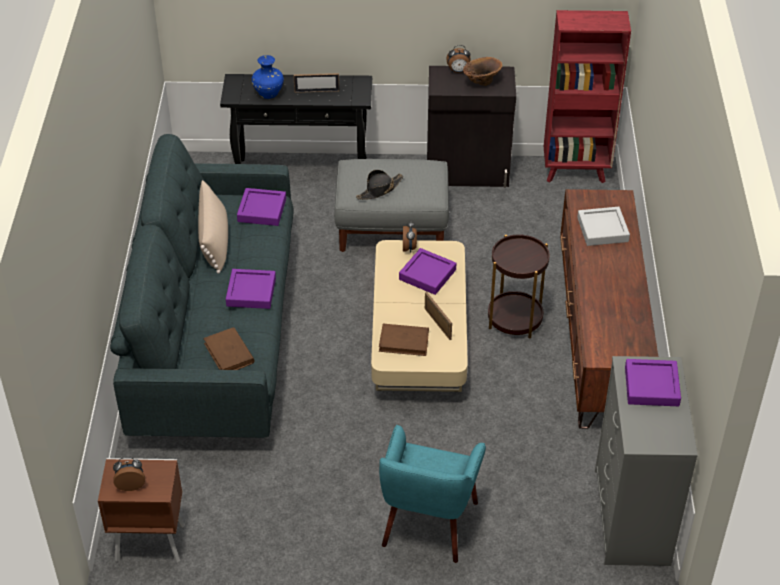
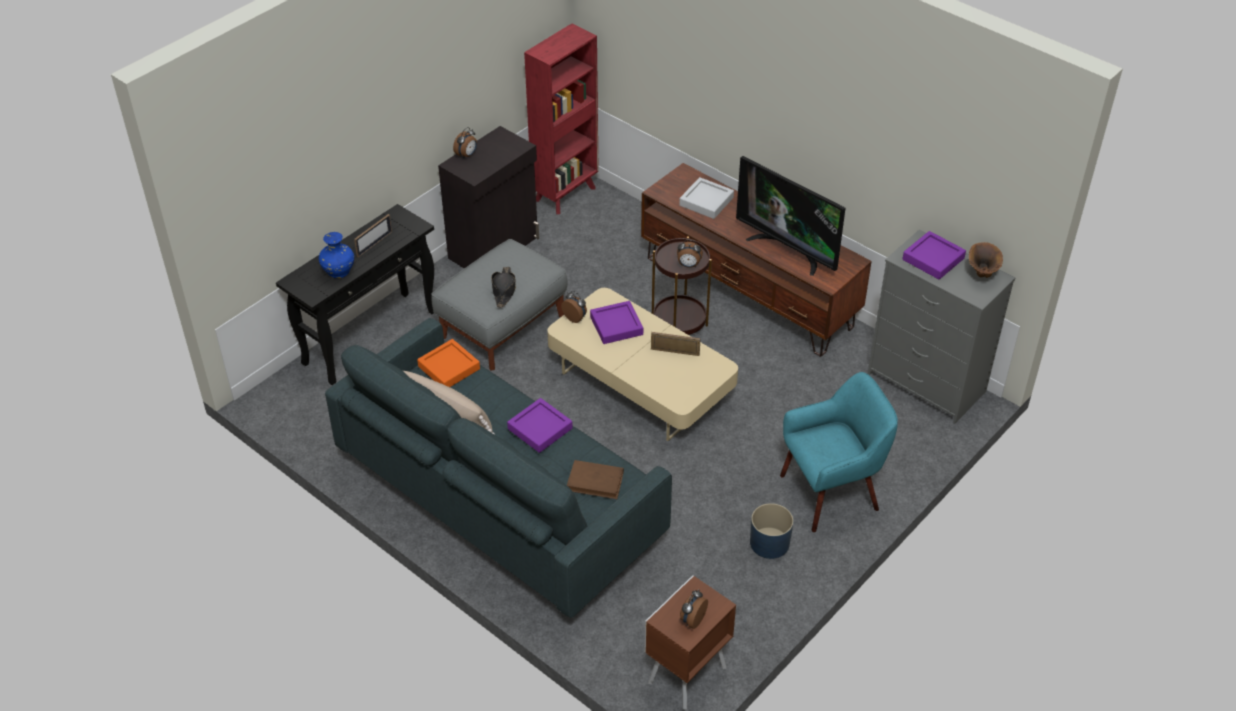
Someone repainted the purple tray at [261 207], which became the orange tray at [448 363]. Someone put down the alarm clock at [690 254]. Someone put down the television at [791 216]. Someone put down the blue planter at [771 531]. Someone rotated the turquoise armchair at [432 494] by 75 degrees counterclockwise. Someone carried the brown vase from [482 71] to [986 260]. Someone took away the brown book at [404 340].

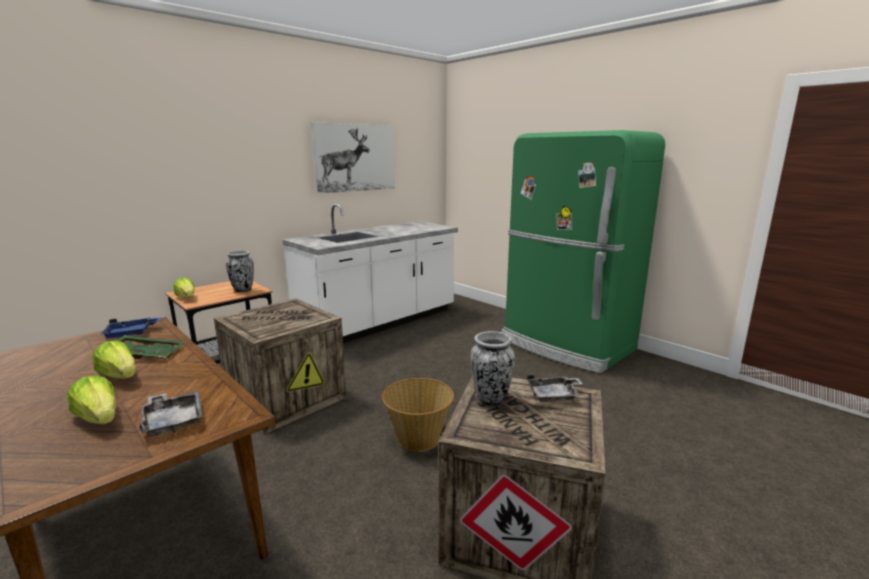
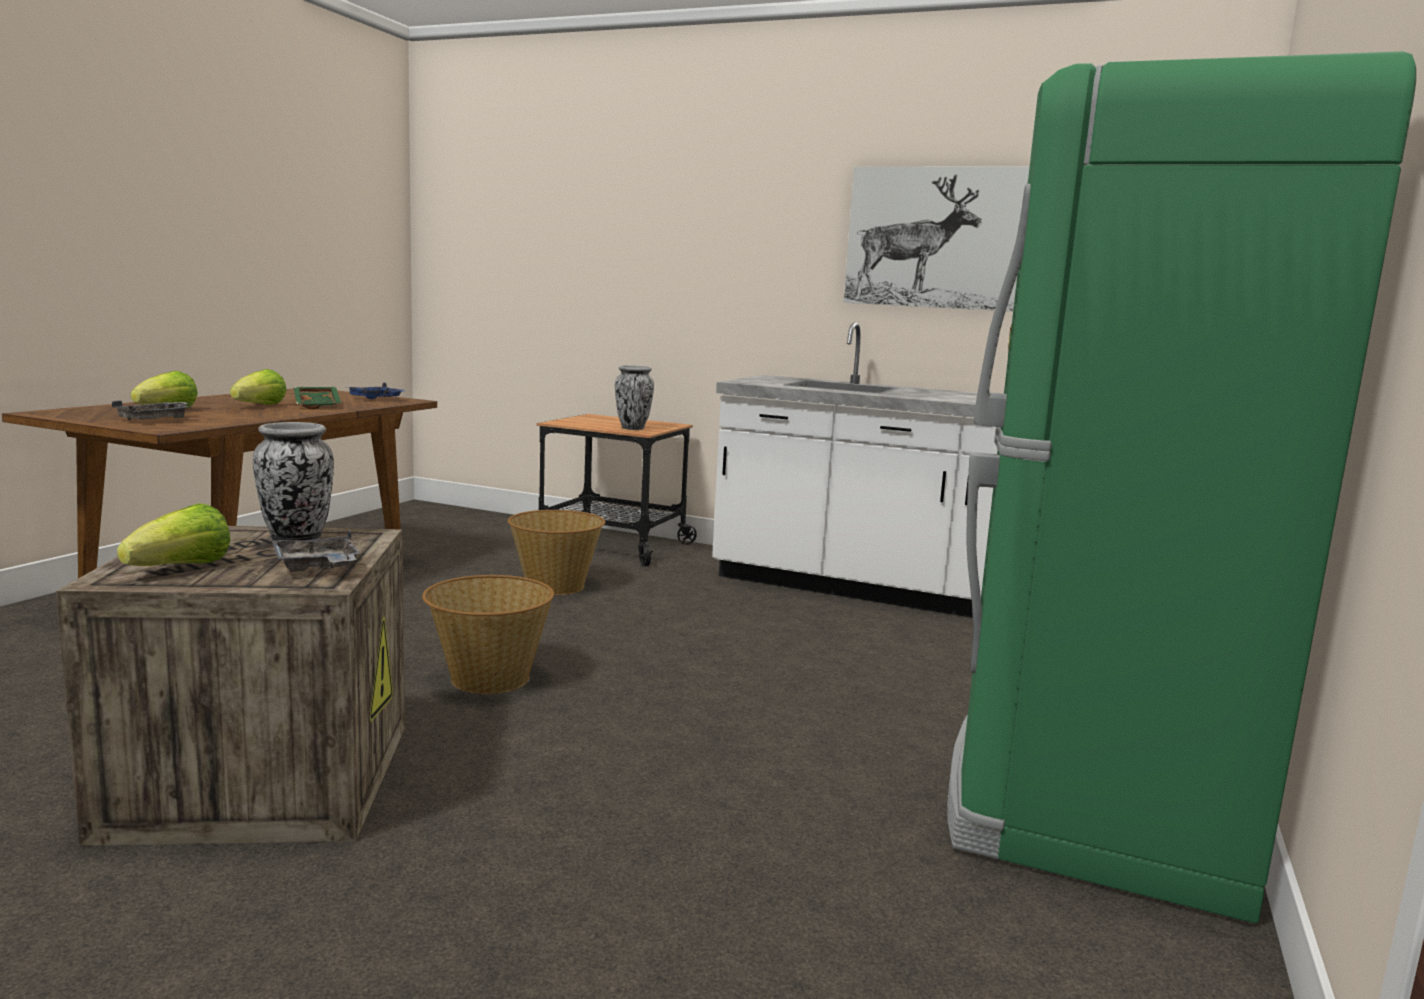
Someone carried the lettuce from [183 287] to [174 534]. Someone swapped the crate at [280 366] for the basket at [556 552].

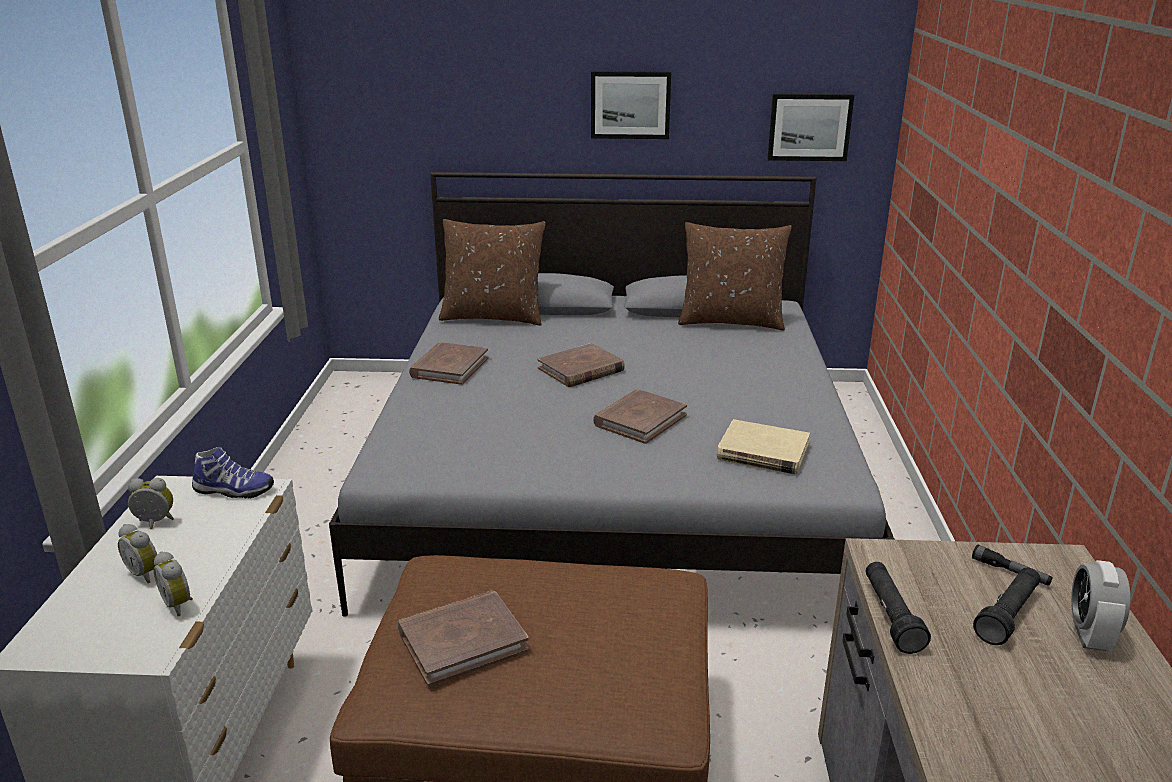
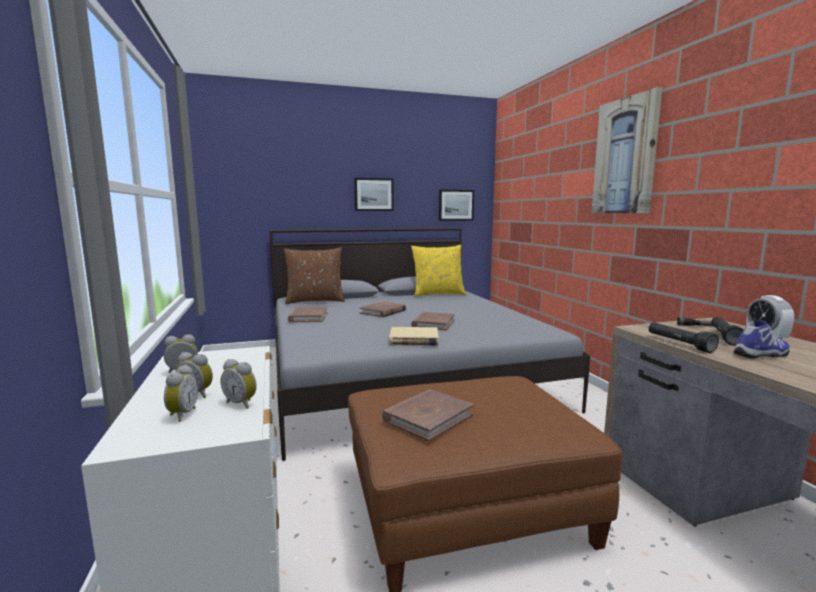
Someone put down the alarm clock at [181 393]. Someone carried the beige book from [763 446] to [414 336]. Someone repainted the brown pillow at [735 276], which became the yellow pillow at [438 270]. Someone put up the picture at [626 150]. Someone carried the shoe from [233 473] to [761 339].

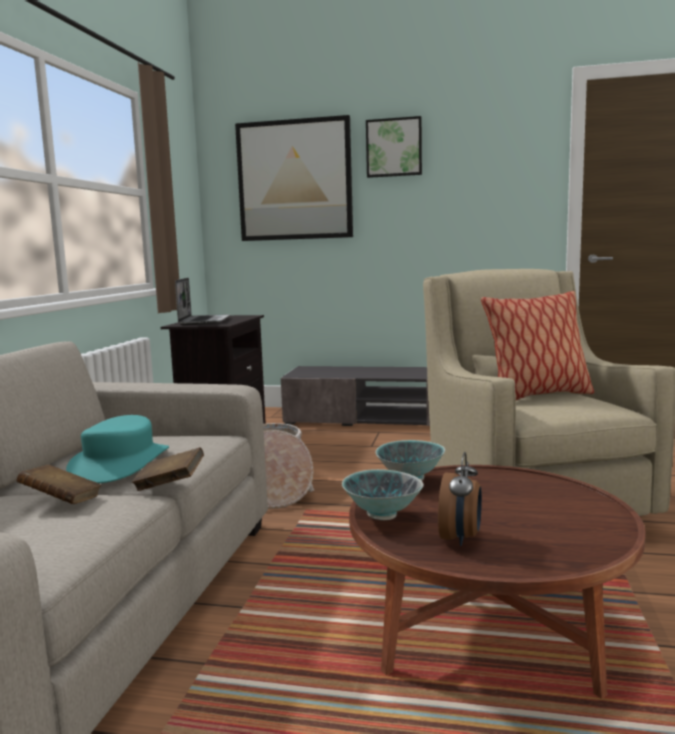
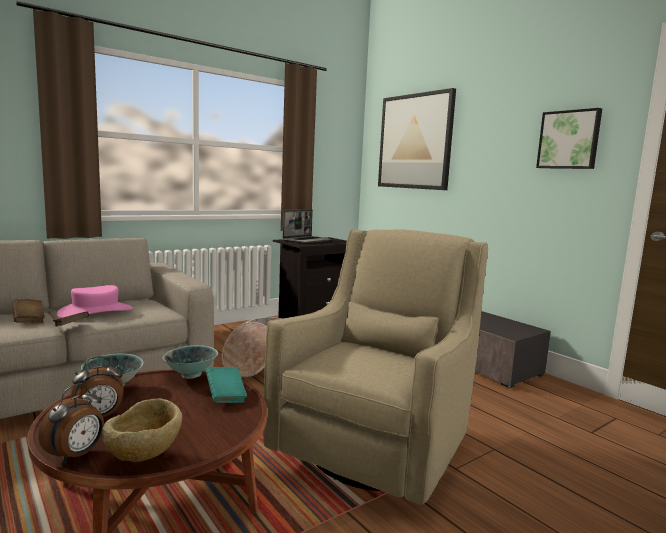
Someone put down the alarm clock at [71 423]. Someone repainted the turquoise hat at [117 449], which became the pink hat at [94 301]. Someone put down the beige bowl at [142 430]. Someone put down the turquoise book at [226 385]. Someone carried the picture from [394 147] to [569 138]. Someone took away the pillow at [537 345].

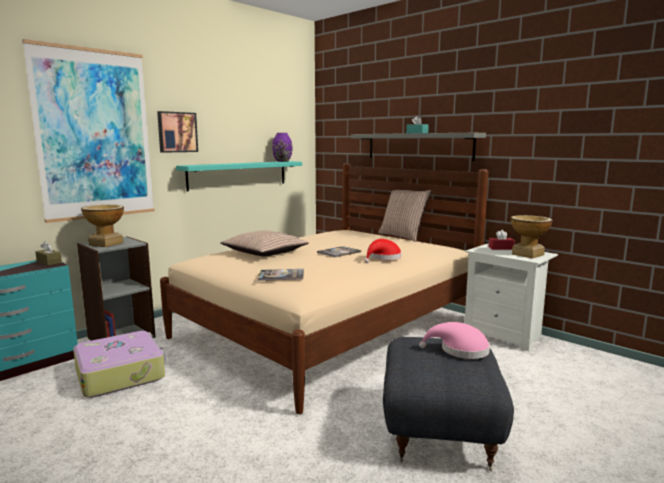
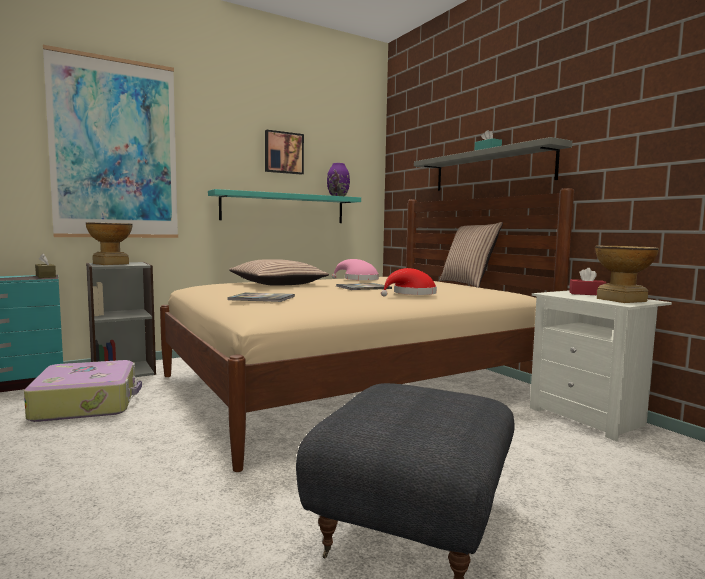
Someone carried the picture from [177 132] to [284 152]. Someone carried the pink hat from [454 340] to [355 269].

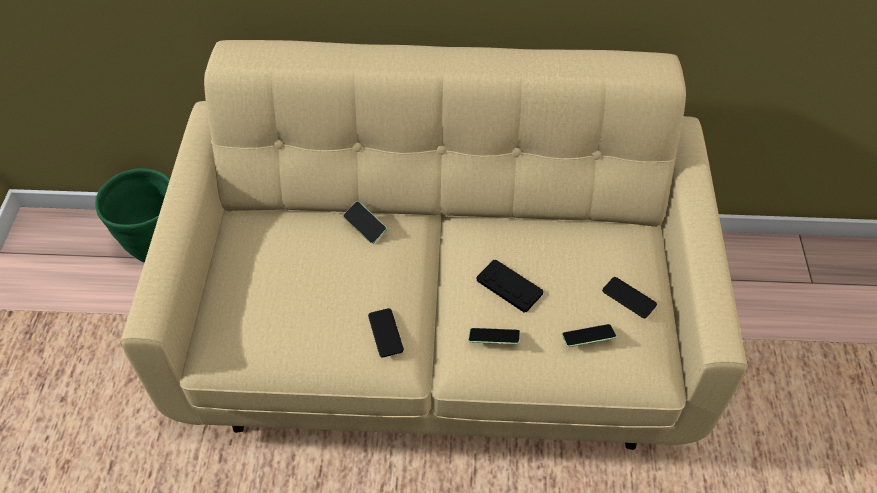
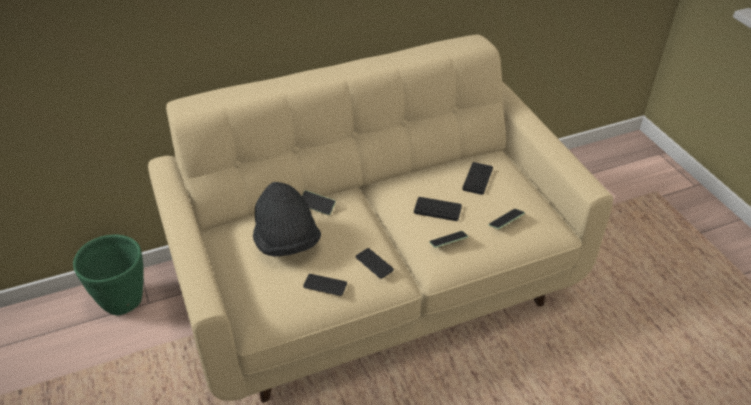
Someone put down the black hat at [287 219]. Someone carried the phone from [629 297] to [325 285]. Someone put down the black game controller at [477 178].

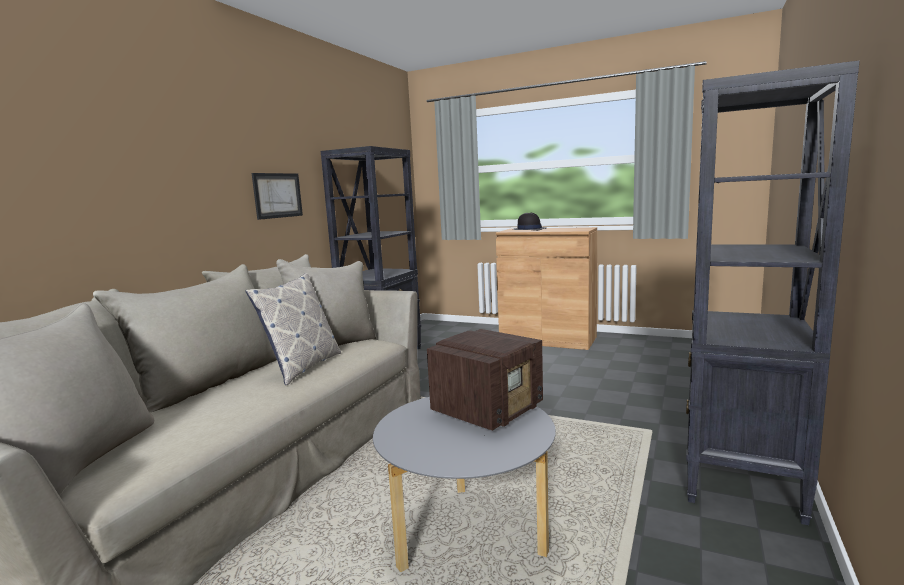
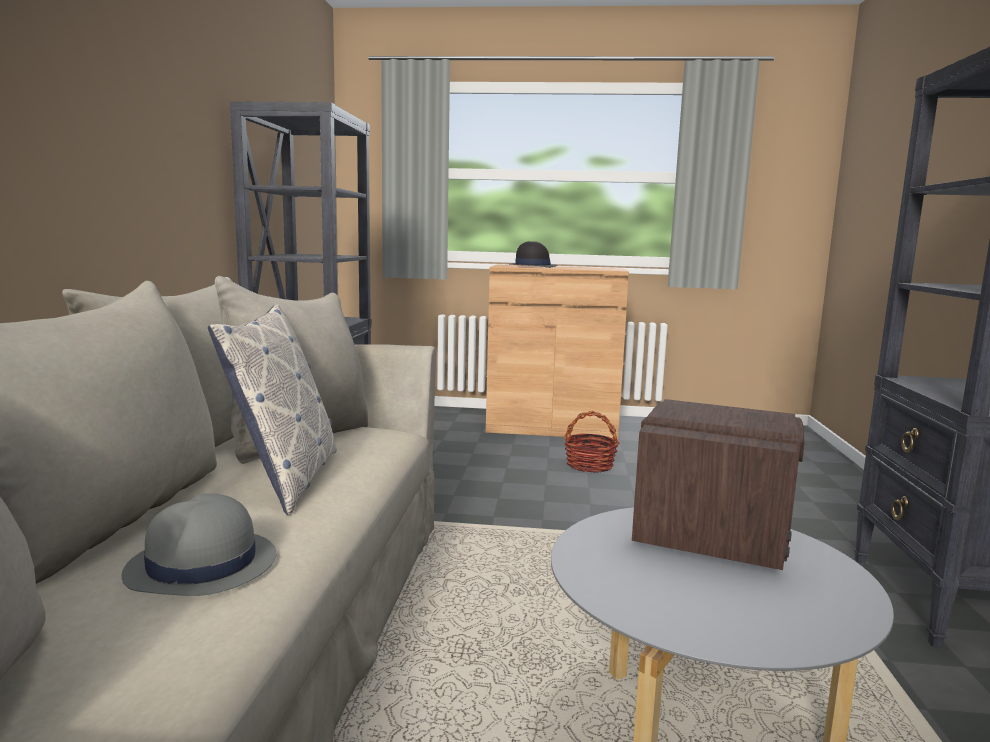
Someone put down the grey hat at [198 544]. Someone put down the basket at [592 442]. Someone took away the picture at [277 196].

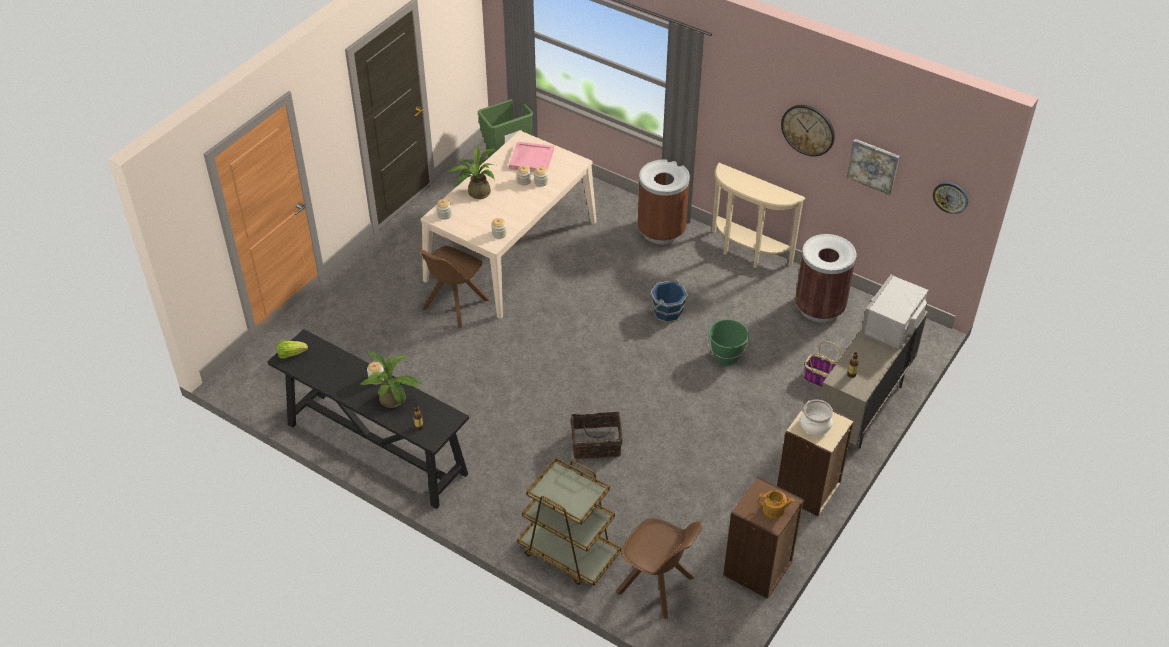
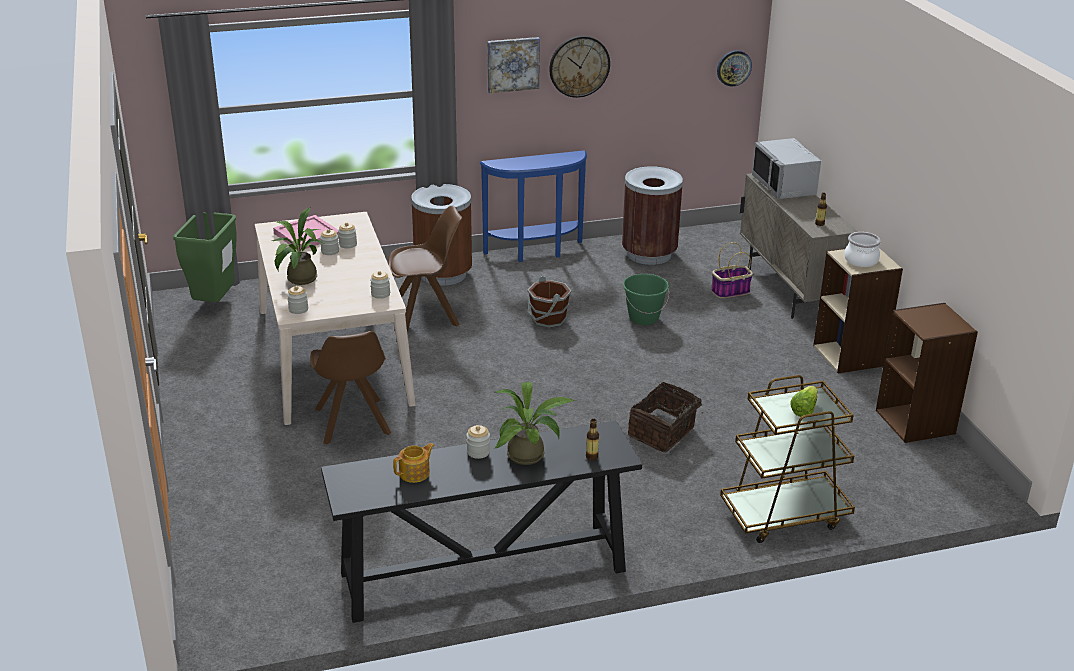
Someone carried the brown chair from [659 568] to [425 269]. Someone carried the teapot from [776 504] to [414 463]. Someone repainted the beige console table at [758 215], which became the blue console table at [533 206]. Someone carried the picture from [873 167] to [513 65]. Someone repainted the blue bucket at [669 301], which became the brown bucket at [549 302]. Someone carried the lettuce from [292 349] to [804 401].

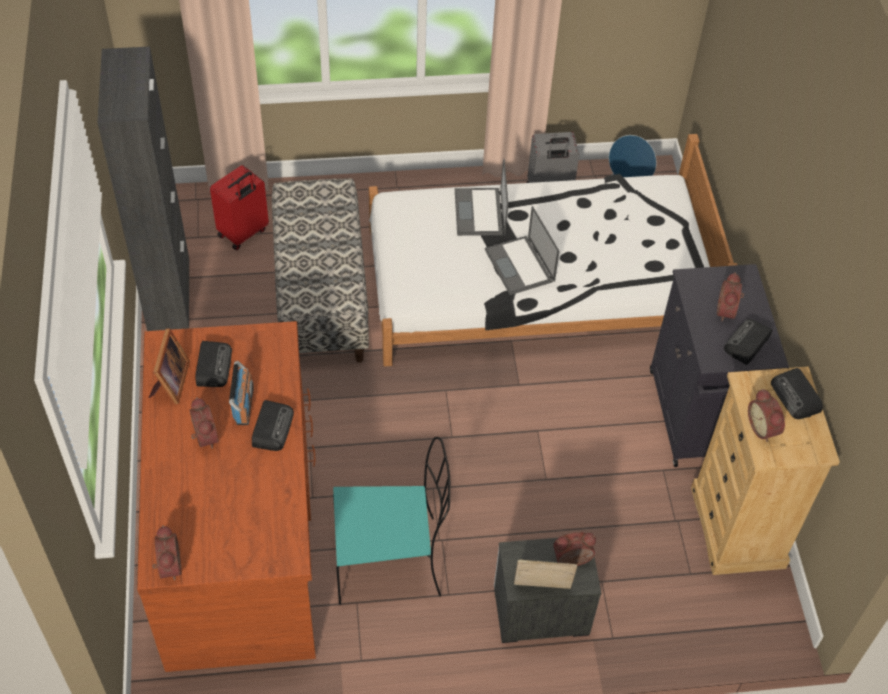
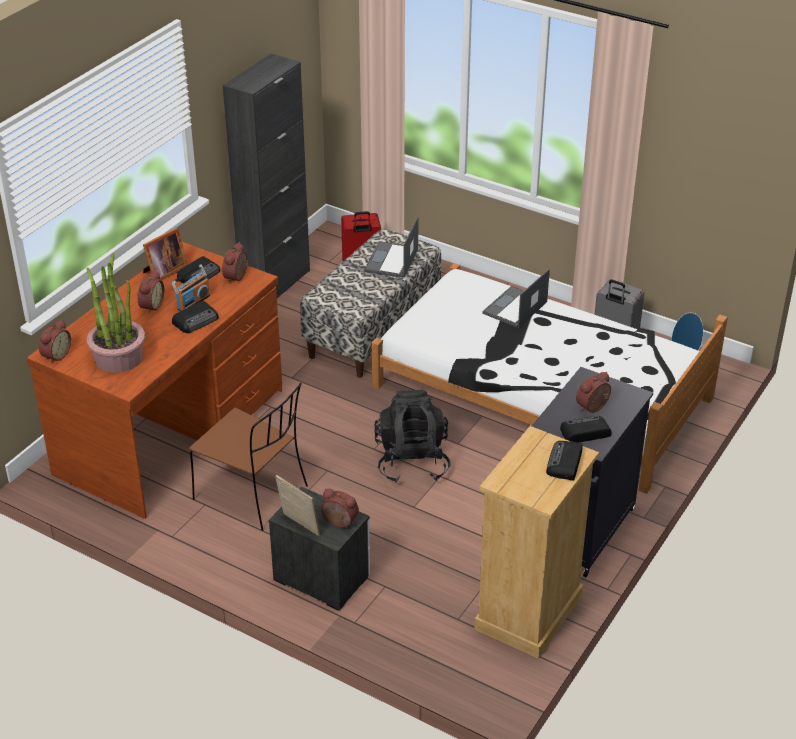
Someone put down the potted plant at [116 313]. Someone repainted the turquoise chair at [391 521], which became the brown chair at [248 457]. Someone carried the alarm clock from [766 415] to [235 263]. Someone carried the laptop from [522 250] to [391 247]. Someone put down the black backpack at [412 436].

